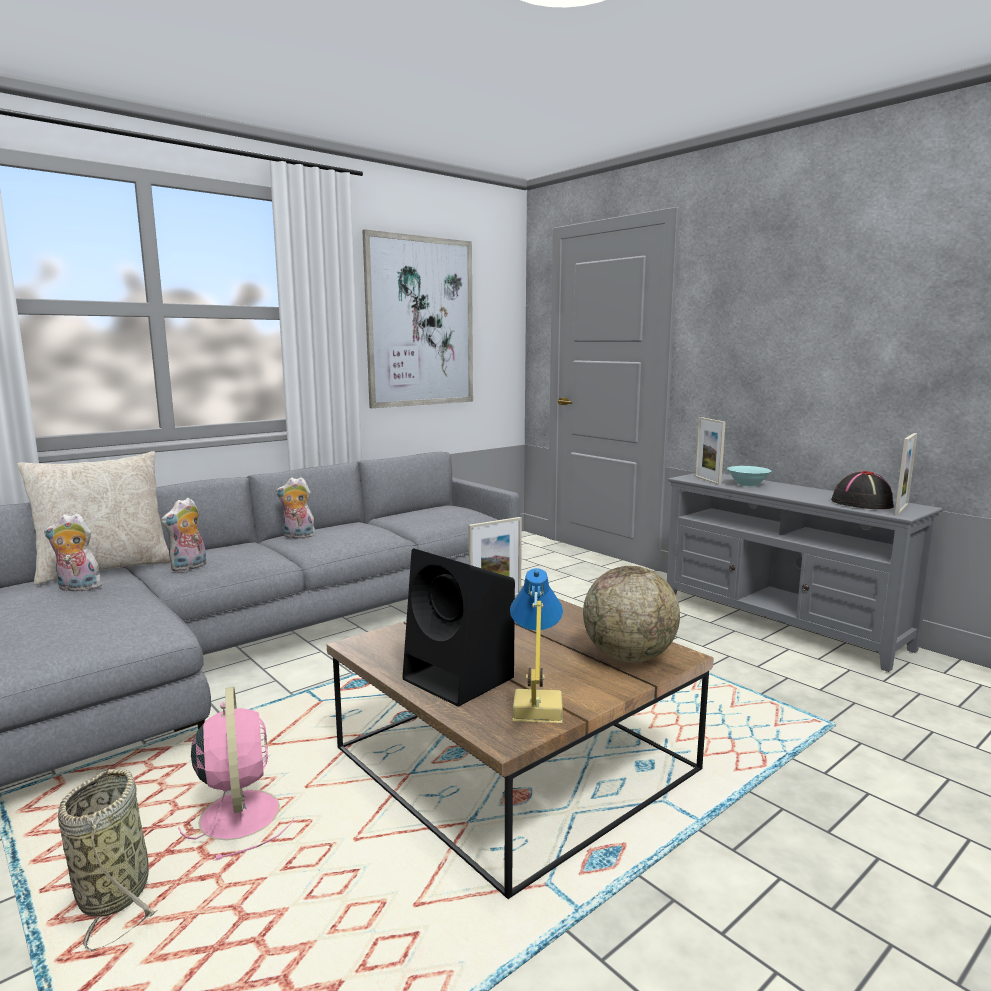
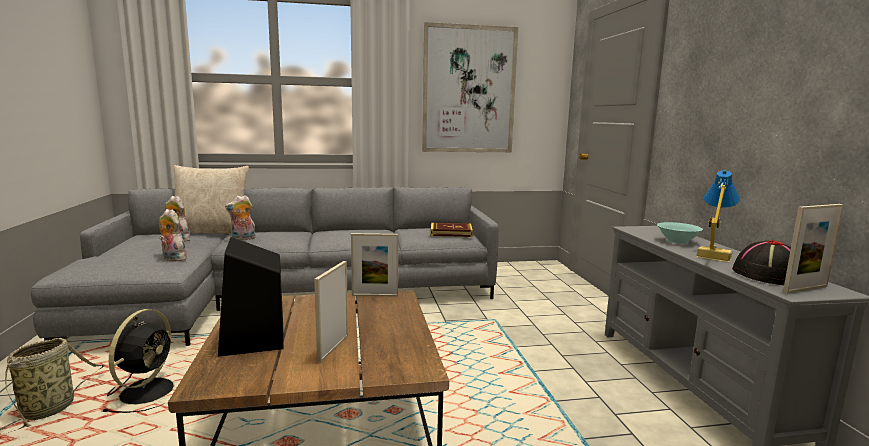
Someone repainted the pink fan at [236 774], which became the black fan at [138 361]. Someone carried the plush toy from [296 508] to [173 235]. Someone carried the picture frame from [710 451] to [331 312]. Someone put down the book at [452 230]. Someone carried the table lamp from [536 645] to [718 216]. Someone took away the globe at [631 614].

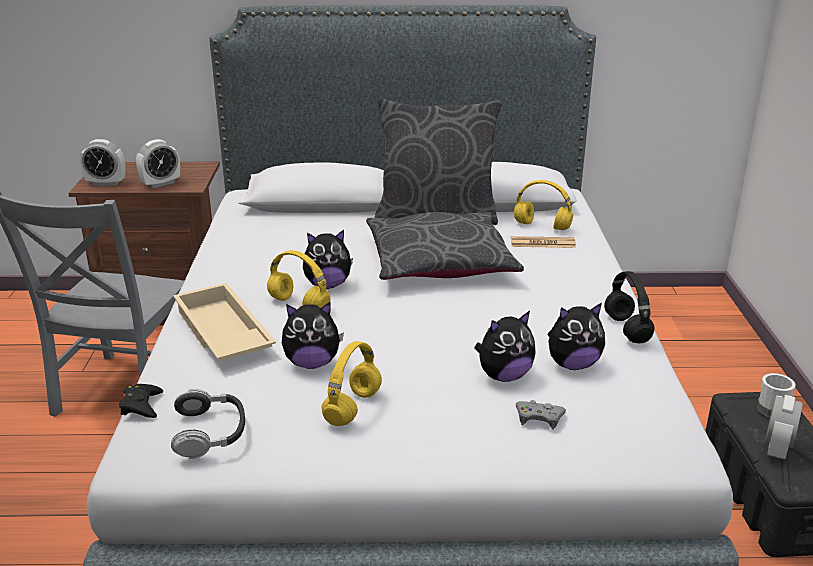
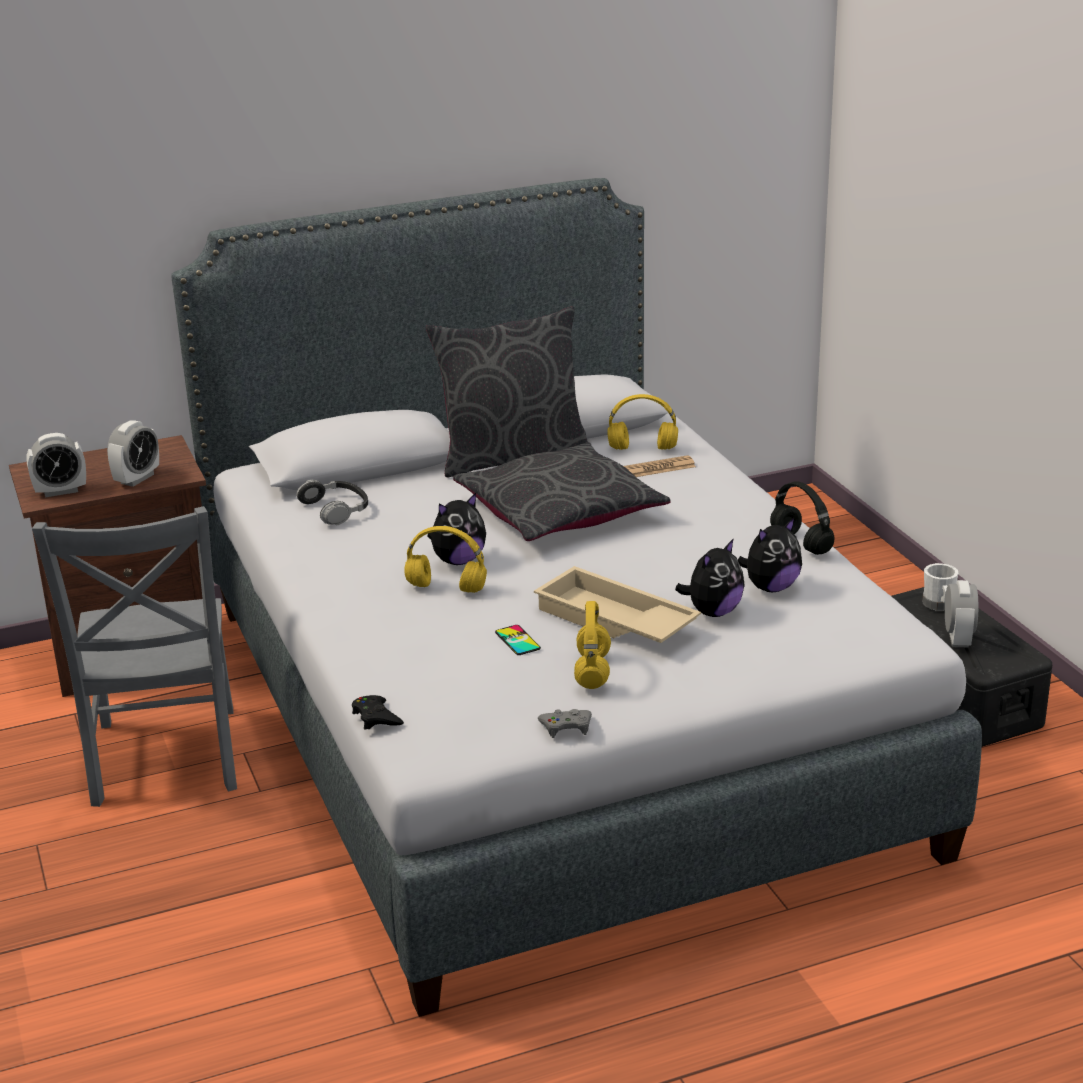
Someone carried the headphones from [208 424] to [332 503]. Someone swapped the plush toy at [313 335] for the phone at [518 640]. Someone carried the beige tray from [224 322] to [617 604]. Someone carried the grey game controller from [541 415] to [565 723].

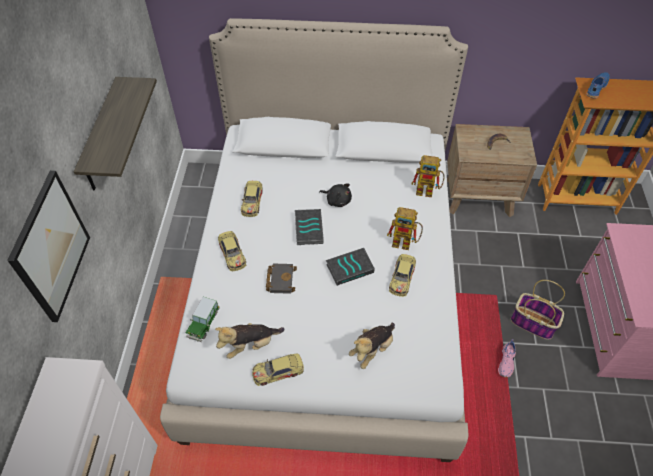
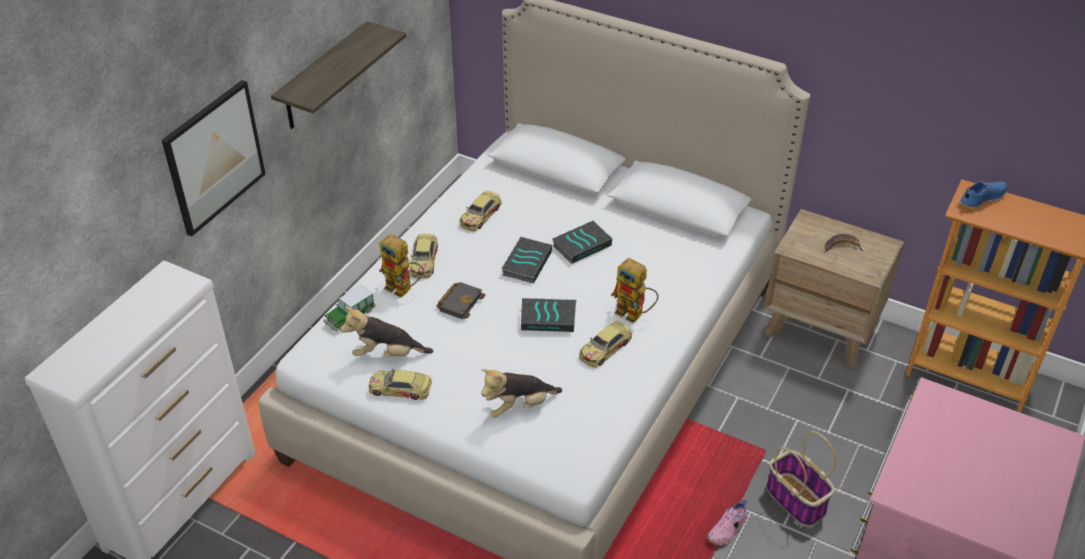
Someone carried the toy robot from [428 176] to [401 265]. Someone swapped the black plush toy at [335 195] for the book at [582 242].

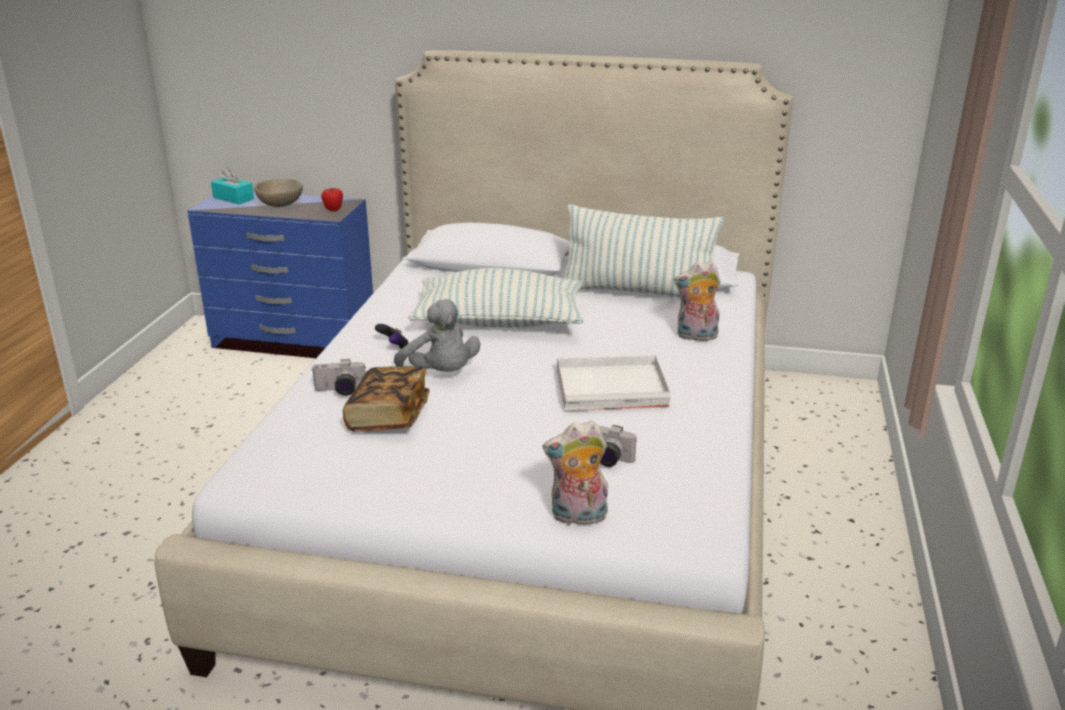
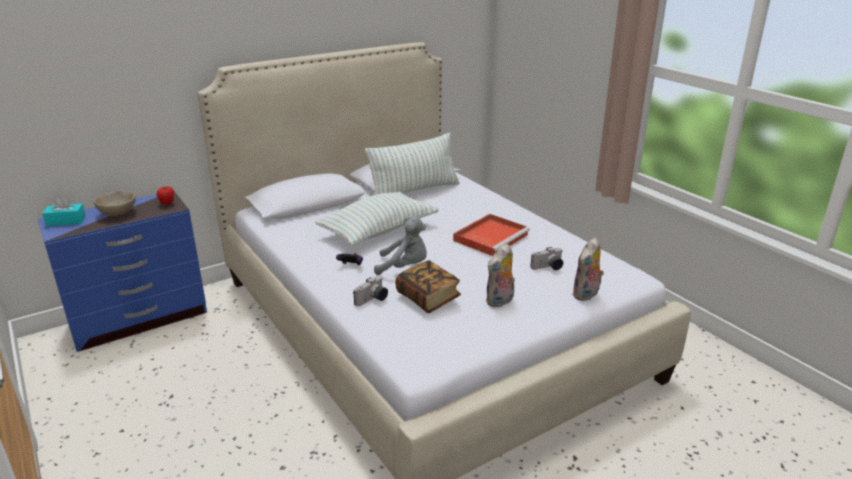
Someone repainted the white tray at [613 382], which became the red tray at [491 235]. Someone carried the plush toy from [697 302] to [500 275].

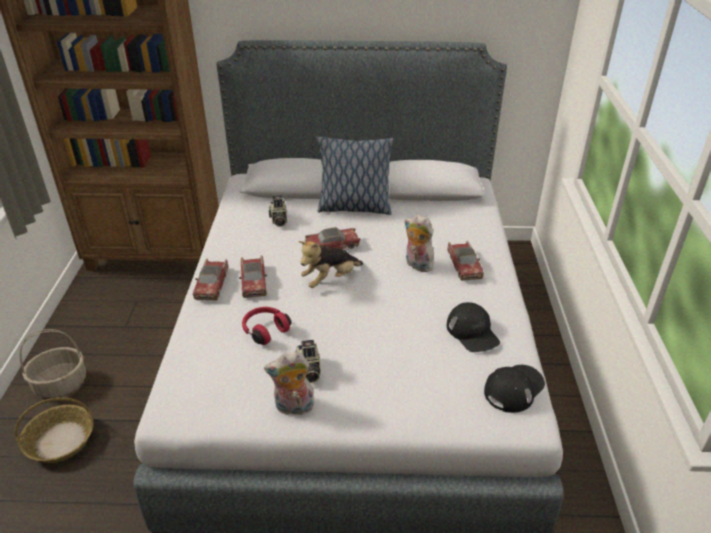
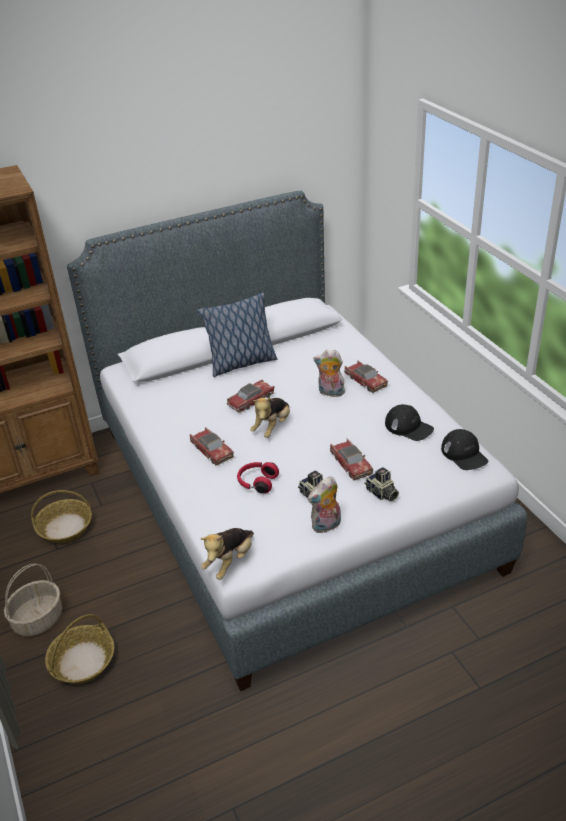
Someone put down the basket at [61 516]. Someone put down the plush toy at [227 554]. Someone carried the toy car from [211 279] to [351 459]. Someone carried the photo camera from [278 211] to [382 484]. Someone rotated the black cap at [514 389] by 135 degrees clockwise.

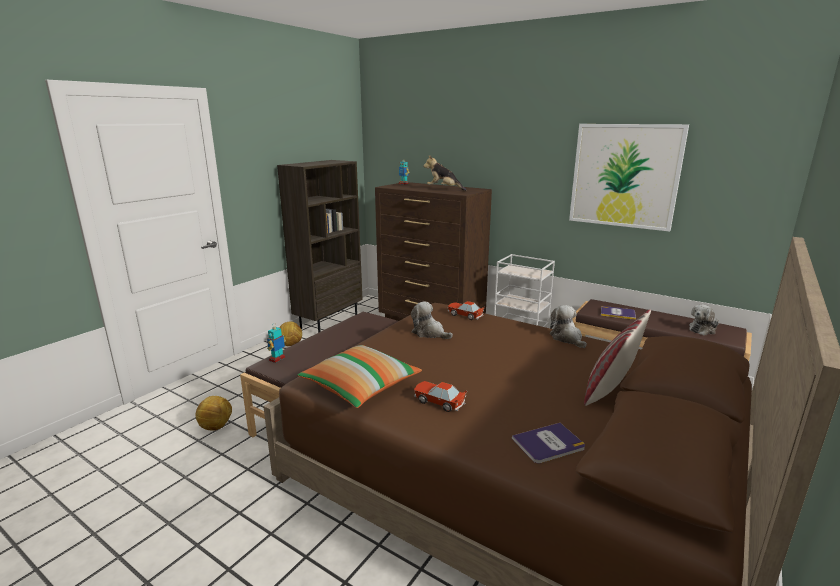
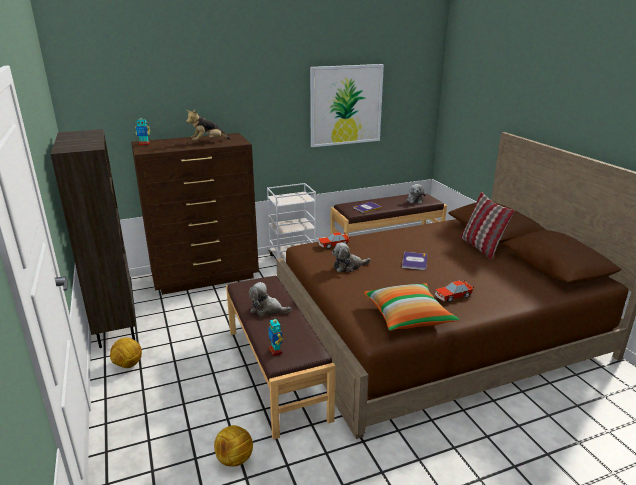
Someone carried the plush toy from [568 326] to [270 299]. Someone carried the book from [548 443] to [414 261].

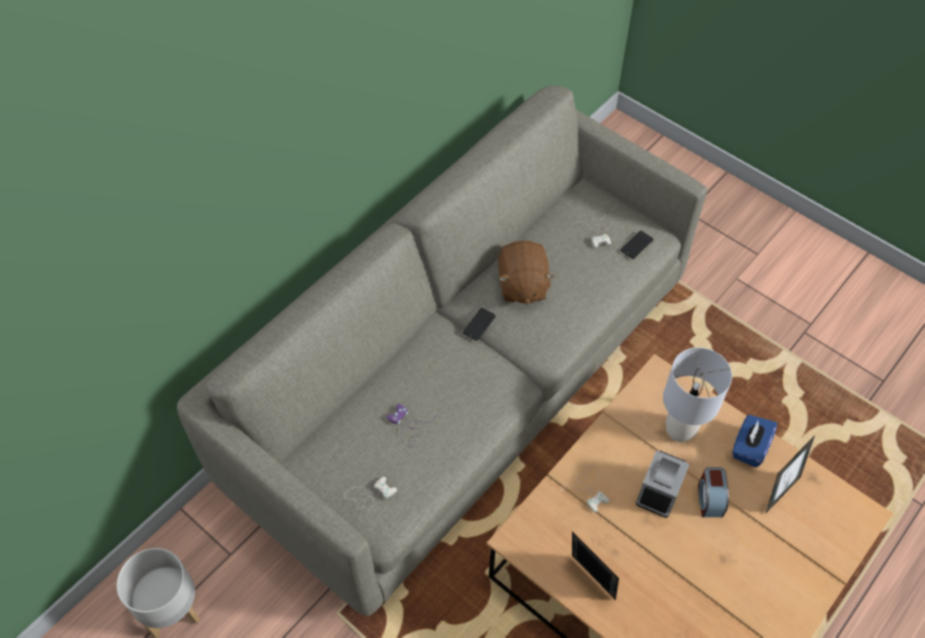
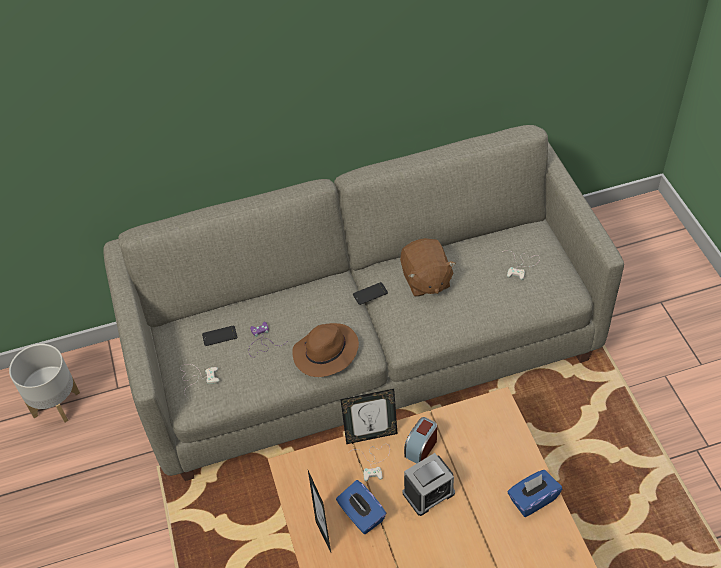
Someone carried the phone from [637 245] to [219 335]. Someone put down the brown hat at [325 350]. Someone put down the blue tissue box at [361 507]. Someone carried the picture frame from [790 474] to [369 416]. Someone rotated the brown plush toy at [526 273] by 45 degrees counterclockwise. Someone carried the alarm clock from [713 492] to [420 440]. Someone took away the grey table lamp at [697 394].

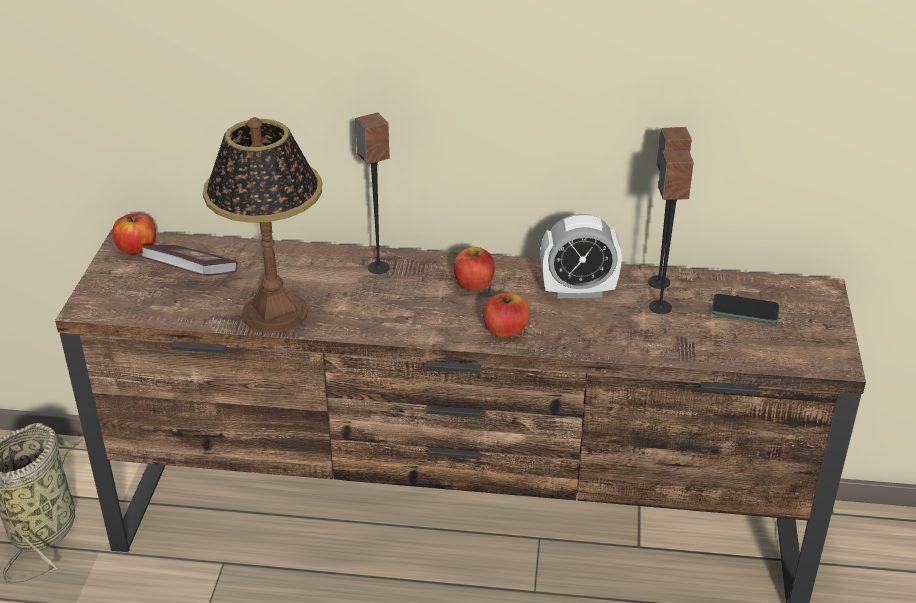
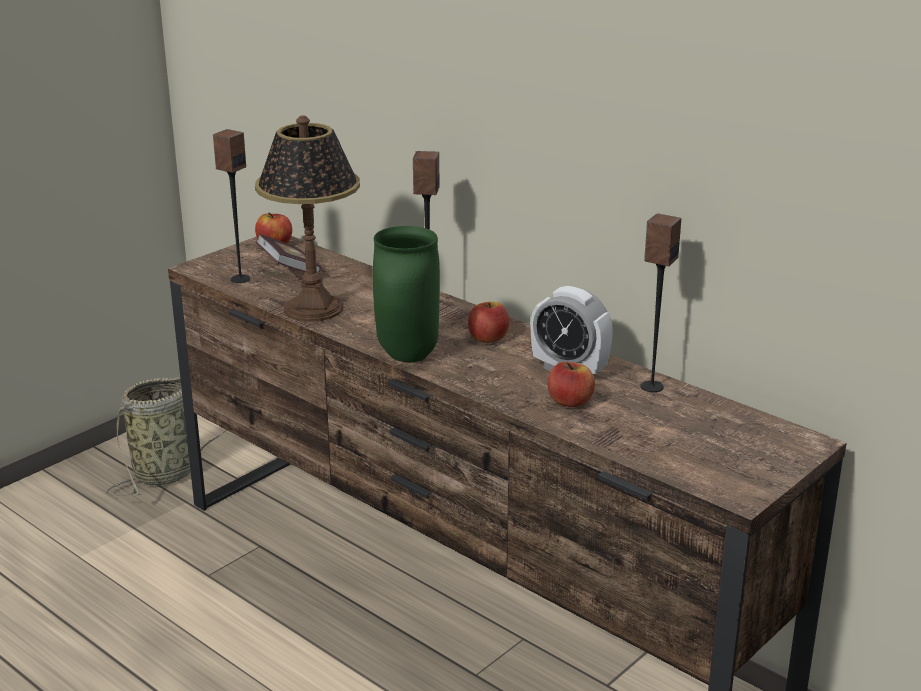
Someone carried the speaker from [671 232] to [231 206]. Someone put down the green vase at [406 294]. Someone carried the apple from [506 315] to [571 384]. Someone took away the phone at [745 308].

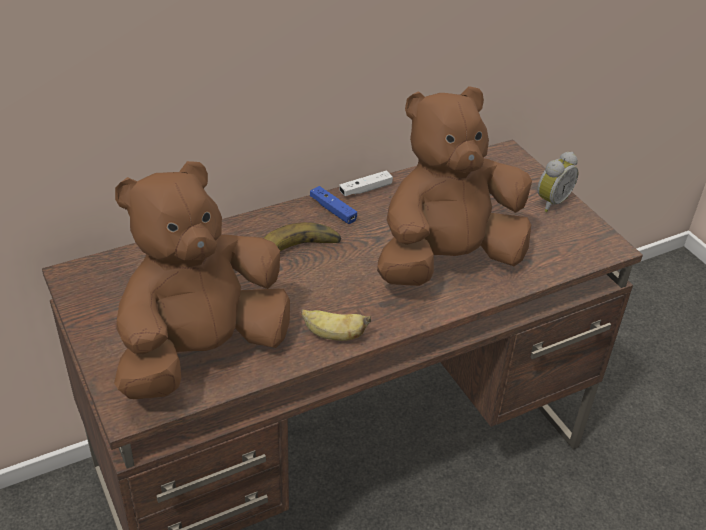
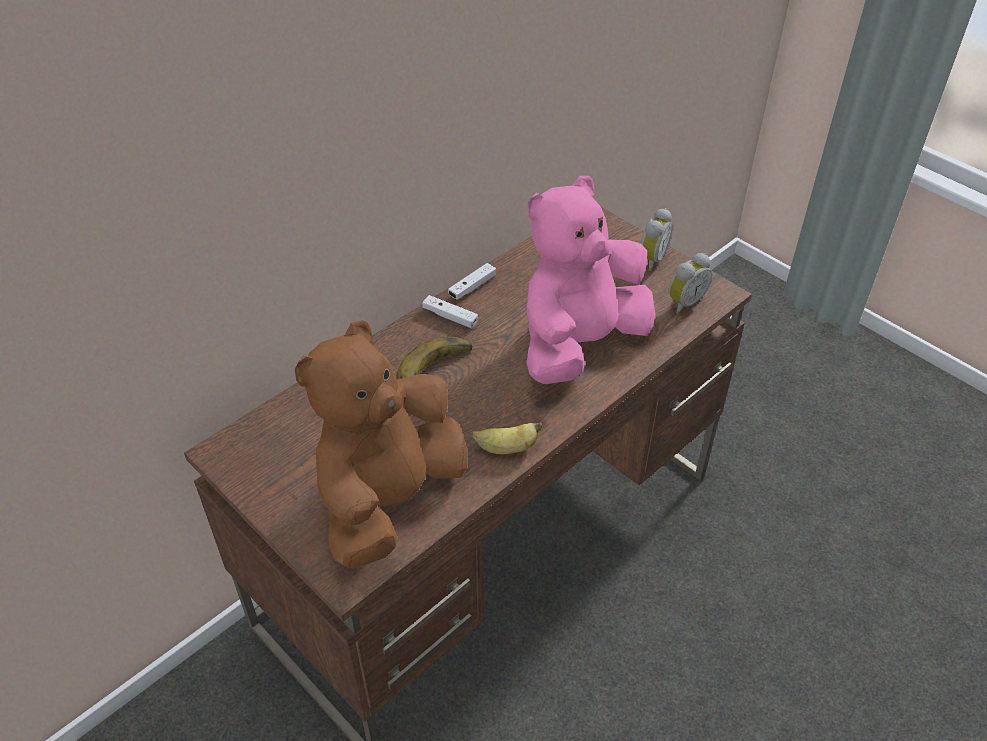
Someone repainted the blue game controller at [333 205], which became the white game controller at [450 311]. Someone repainted the brown plush toy at [454 186], which became the pink plush toy at [590 280]. Someone put down the alarm clock at [690 283].

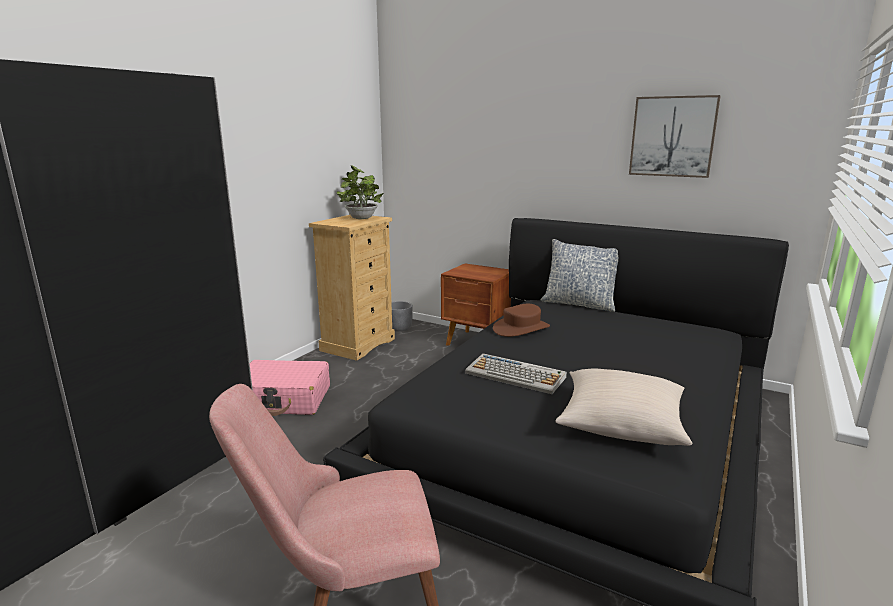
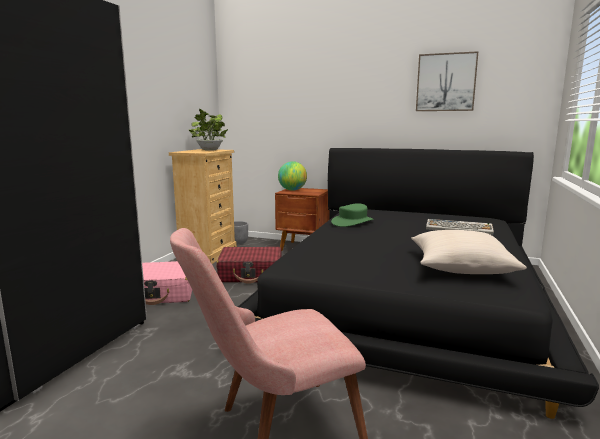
Someone put down the red suitcase at [249 265]. Someone put down the globe at [292 176]. Someone repainted the brown hat at [521 320], which became the green hat at [352 215]. Someone carried the keyboard from [516 373] to [460 227]. Someone took away the pillow at [579 275].

